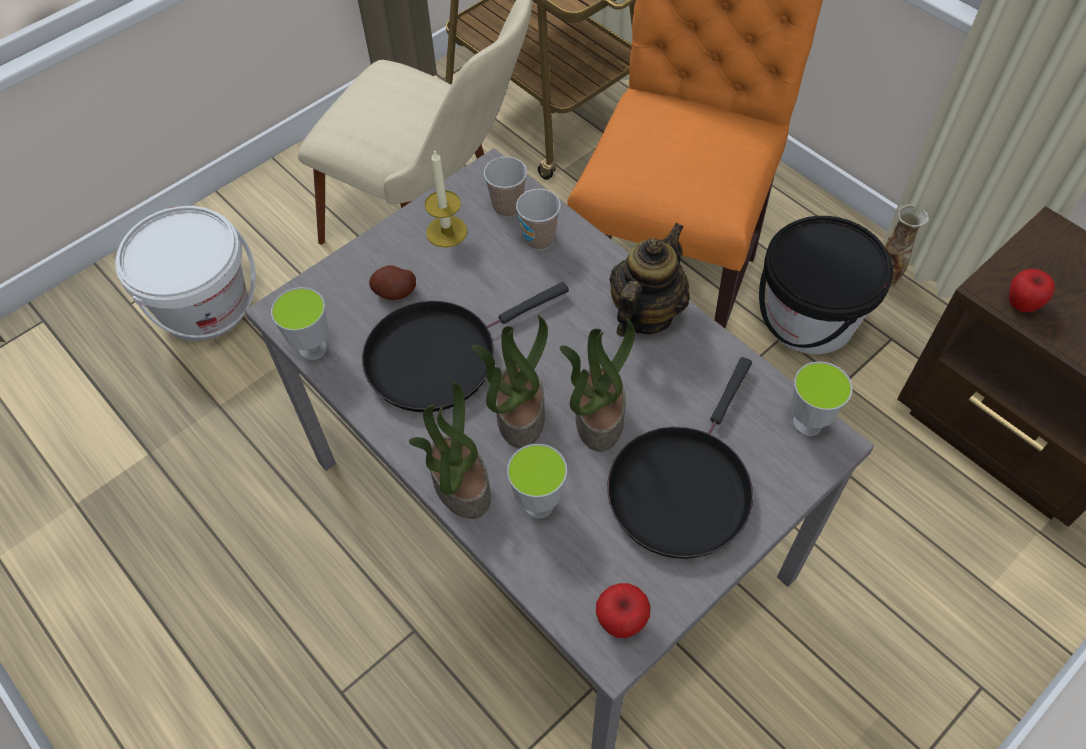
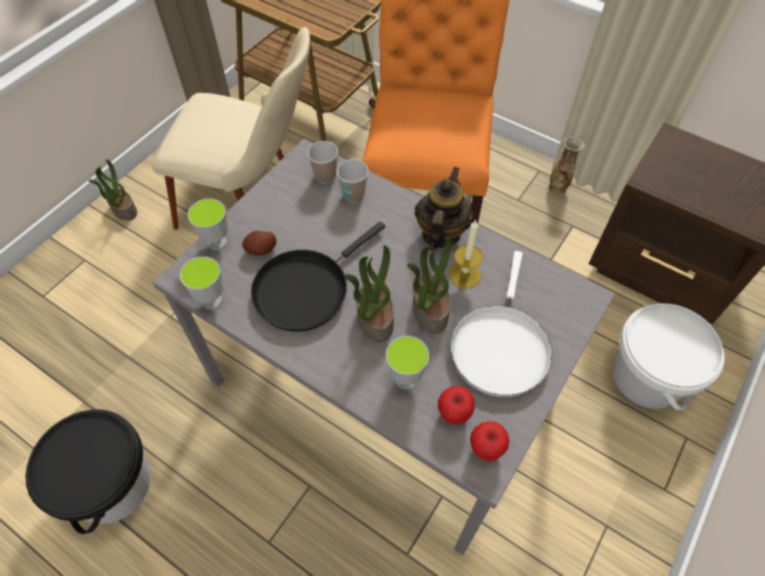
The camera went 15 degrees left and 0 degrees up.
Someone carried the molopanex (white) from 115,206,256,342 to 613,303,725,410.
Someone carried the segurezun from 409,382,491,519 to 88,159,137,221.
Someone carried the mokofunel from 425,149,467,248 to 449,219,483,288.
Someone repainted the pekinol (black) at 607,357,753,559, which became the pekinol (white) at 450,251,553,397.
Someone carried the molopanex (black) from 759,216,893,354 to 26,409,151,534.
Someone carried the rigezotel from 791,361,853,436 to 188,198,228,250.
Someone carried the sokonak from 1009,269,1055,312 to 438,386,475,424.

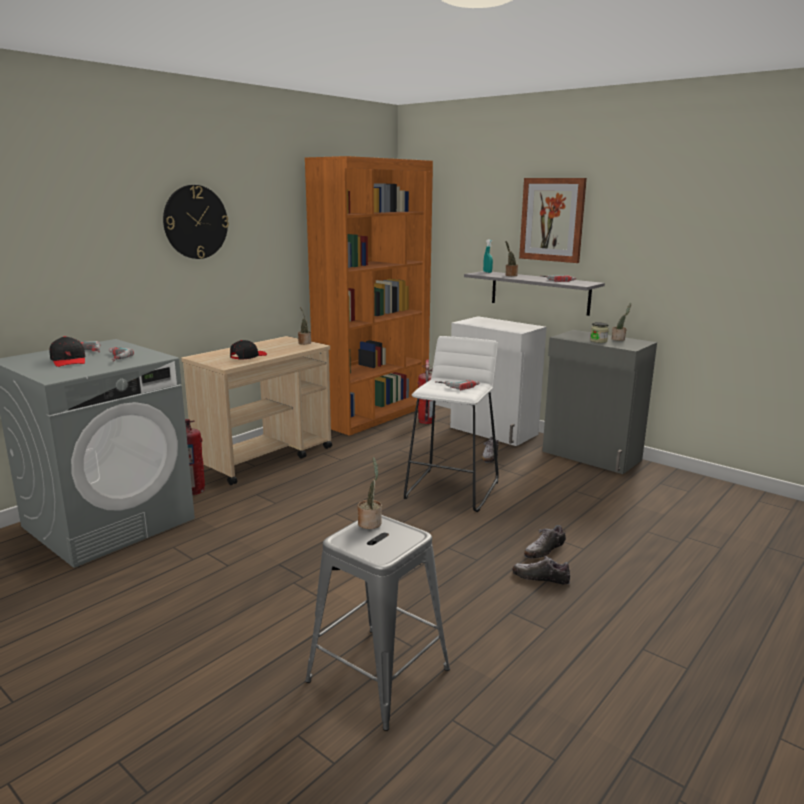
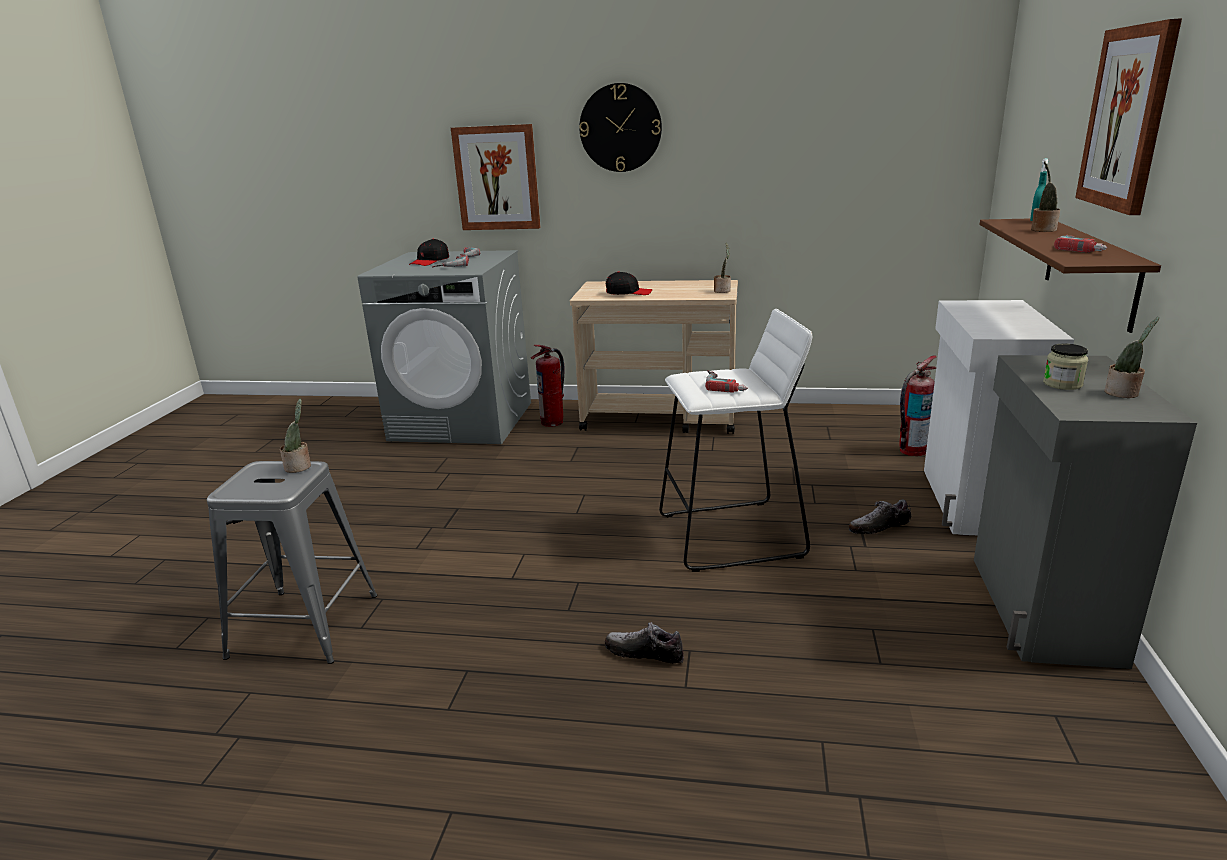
The camera went 60 degrees right and 5 degrees up.
Someone took away the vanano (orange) at 305,156,433,436.
Someone repainted the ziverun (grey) at 464,271,605,316, which became the ziverun (brown) at 980,218,1161,333.
Someone took away the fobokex at 513,556,570,584.
Someone put up the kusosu at 451,124,541,230.

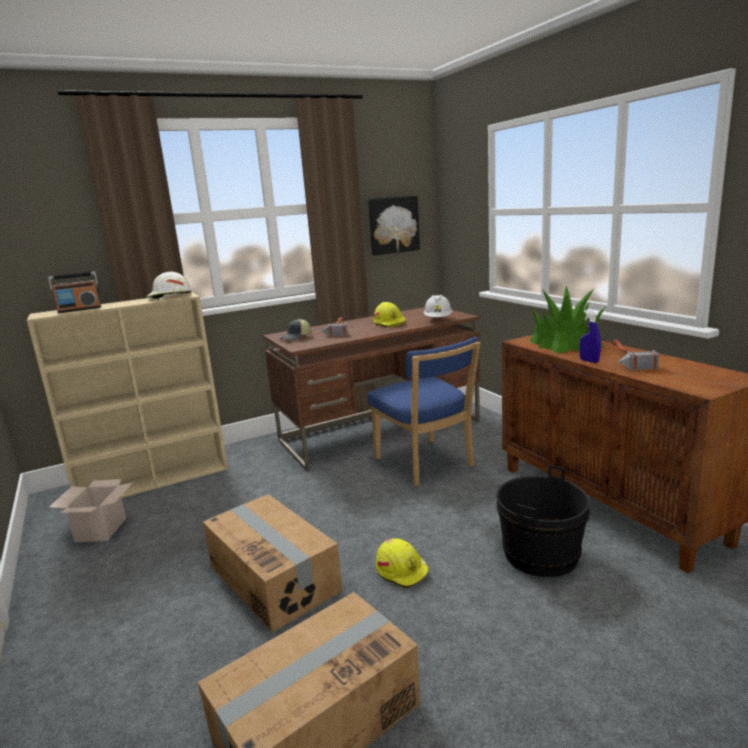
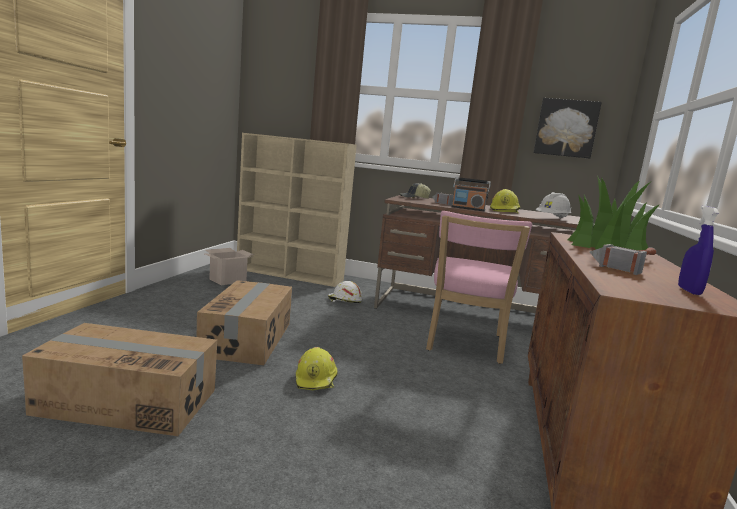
The camera went 40 degrees right and 5 degrees down.
Someone carried the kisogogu from 48,272,101,313 to 451,177,491,211.
Someone carried the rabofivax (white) from 146,272,191,300 to 328,281,362,303.
Someone repainted the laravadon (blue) at 368,337,480,486, which became the laravadon (pink) at 426,211,532,364.
Someone took away the molopanex (black) at 496,465,590,577.
Someone carried the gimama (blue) from 579,310,601,363 to 678,206,719,295.

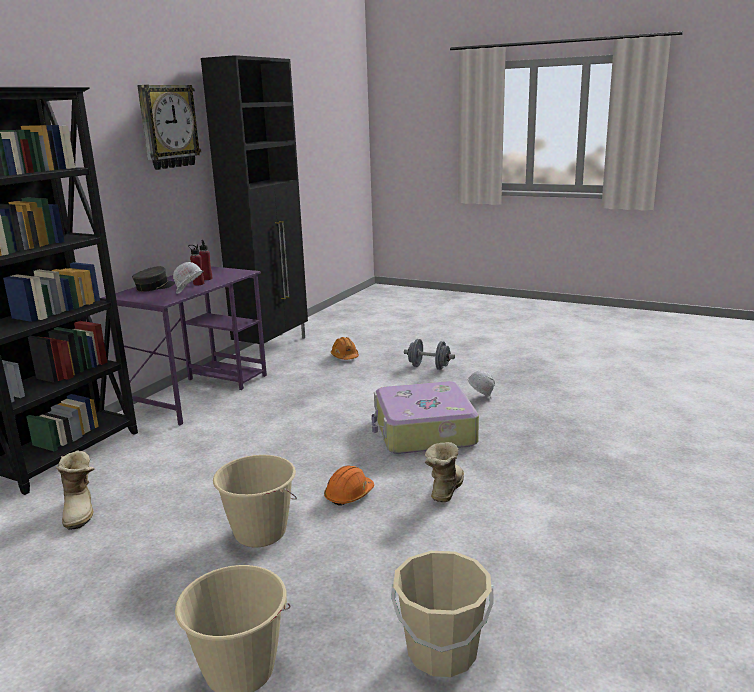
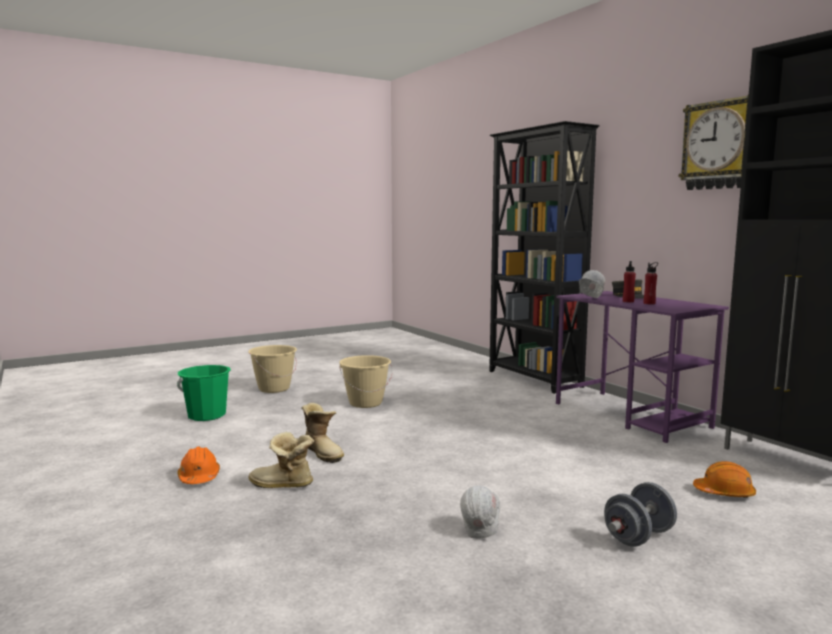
The camera went 120 degrees right and 10 degrees down.
Someone carried the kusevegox from 56,450,95,530 to 248,432,314,488.
Someone carried the rabofivax (orange) from 324,466,374,506 to 177,447,220,484.
Someone took away the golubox at 371,381,479,454.
Someone repainted the molopanex (beige) at 391,551,494,677, which became the molopanex (green) at 177,365,231,421.

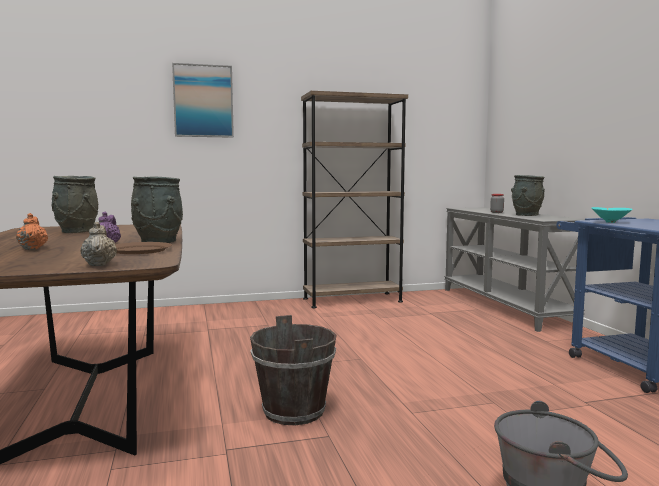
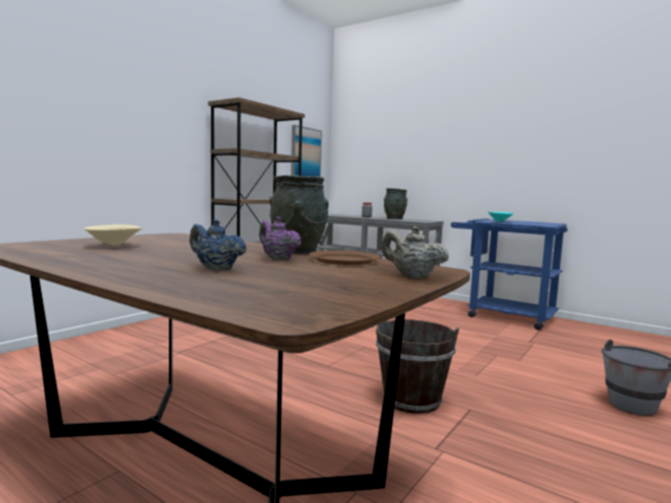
The camera went 40 degrees left and 0 degrees up.
Someone repainted the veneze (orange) at 16,213,48,250, which became the veneze (blue) at 190,219,247,271.
Someone swapped the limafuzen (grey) at 51,176,98,233 for the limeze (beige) at 84,225,143,247.
Someone carried the kusosu from 172,63,234,138 to 291,125,322,177.

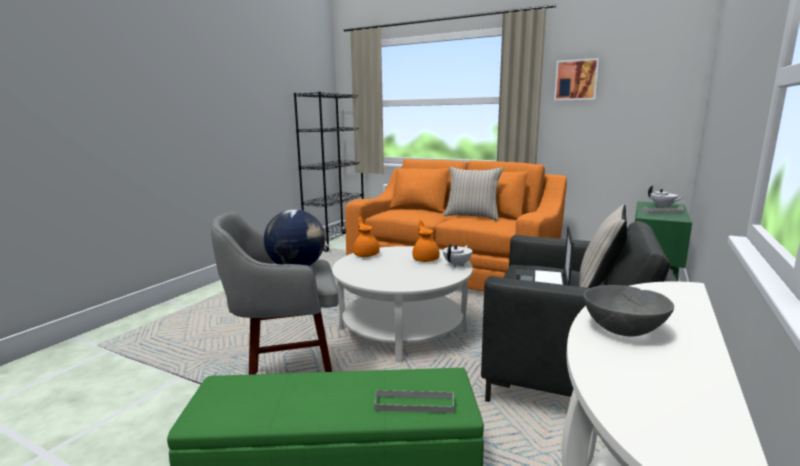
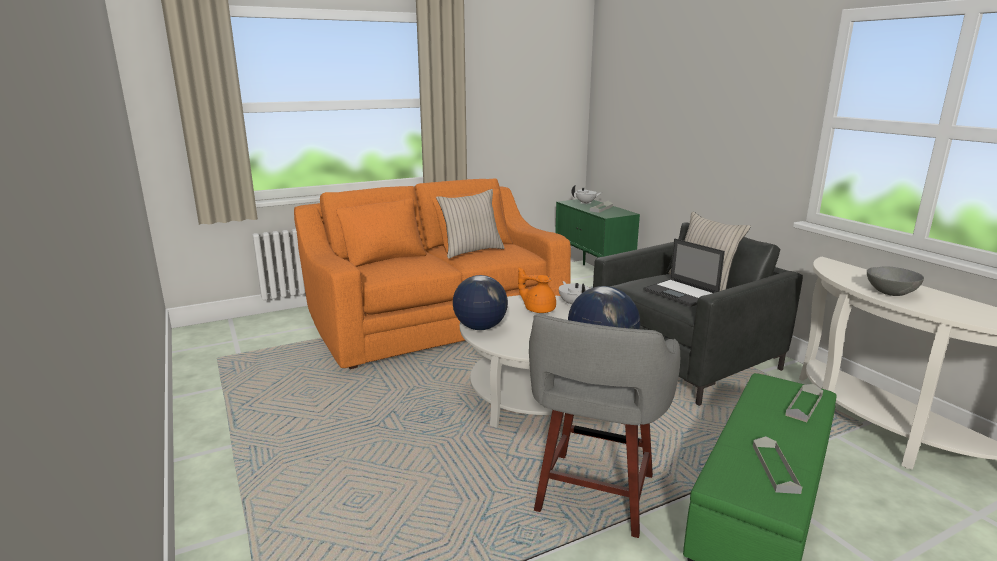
The camera went 55 degrees left and 5 degrees up.
Someone took away the vanano (black) at 294,92,364,252.
Someone swapped the veneze (orange) at 353,217,380,257 for the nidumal at 453,275,508,330.
Someone took away the kusosu at 554,58,599,101.
Someone put down the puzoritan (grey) at 753,436,802,494.

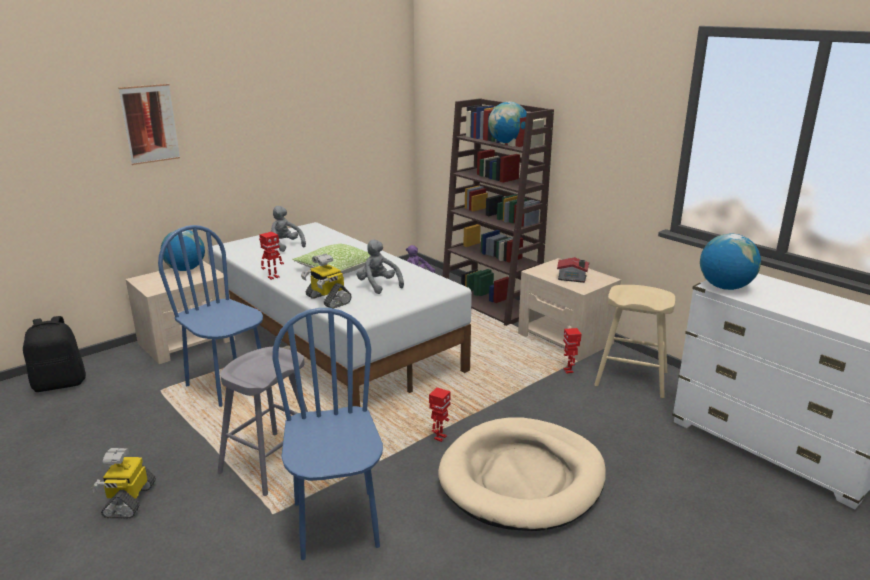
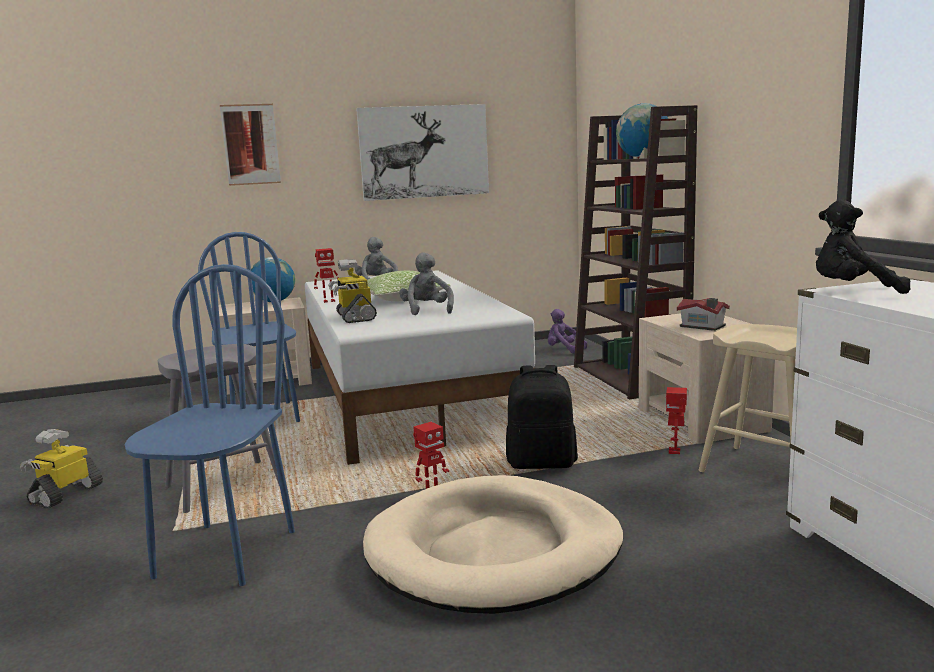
The camera went 25 degrees right and 10 degrees down.
Someone carried the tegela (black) from 23,316,86,392 to 506,365,578,469.
Someone swapped the nidumal at 700,234,761,290 for the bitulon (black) at 816,200,911,294.
Someone put up the kusosu at 356,104,489,201.

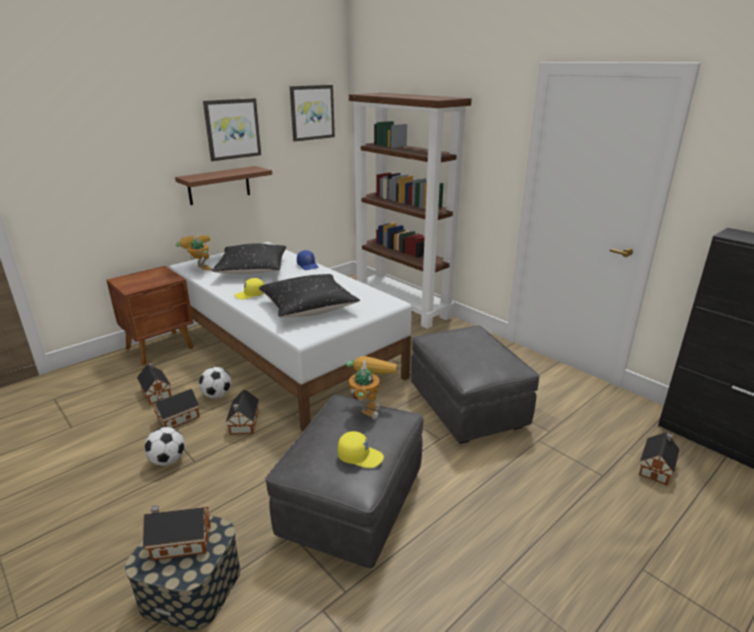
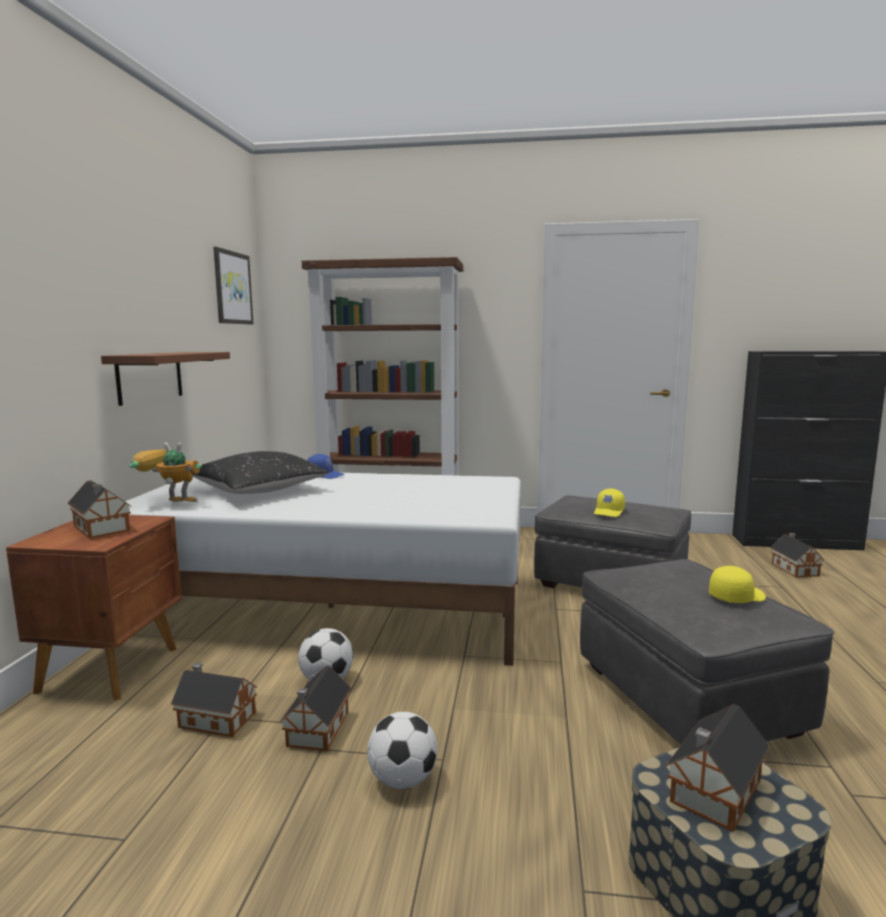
The camera went 40 degrees left and 15 degrees down.
Someone took away the kusosu at 203,98,261,161.
Someone carried the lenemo from 225,390,259,434 to 68,480,132,539.
Someone carried the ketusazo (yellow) from 234,278,264,300 to 594,488,625,517.
Someone took away the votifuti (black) at 259,274,360,317.
Someone took away the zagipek at 346,356,398,420.

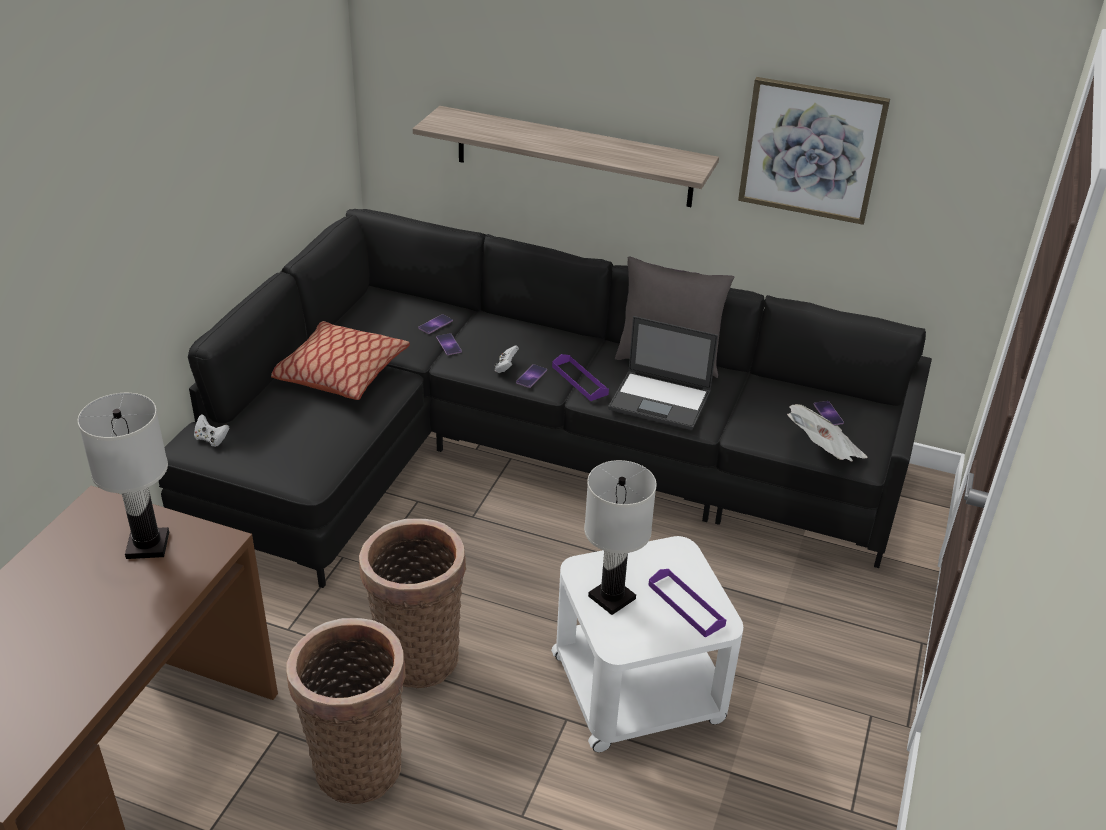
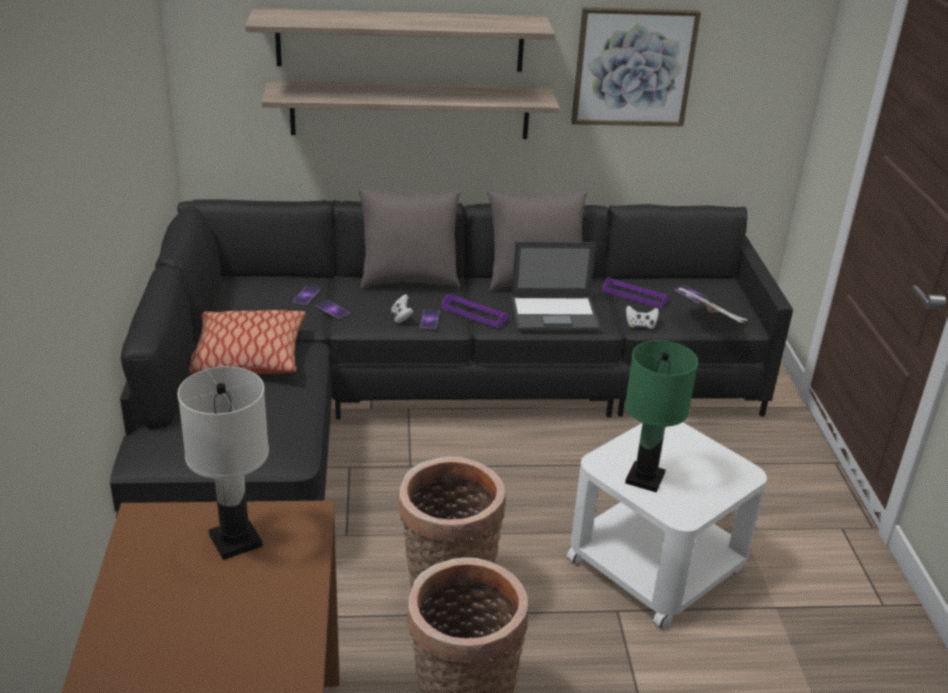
The camera went 25 degrees left and 5 degrees down.
Someone carried the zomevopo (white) from 194,414,229,447 to 626,305,659,329.
Someone repainted the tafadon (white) at 584,460,657,615, which became the tafadon (green) at 625,340,698,493.
Someone carried the puzoritan (purple) from 648,569,726,638 to 602,278,669,308.
Someone put up the ziverun at 245,8,555,72.
Someone put down the votifuti (grey) at 358,188,461,288.

